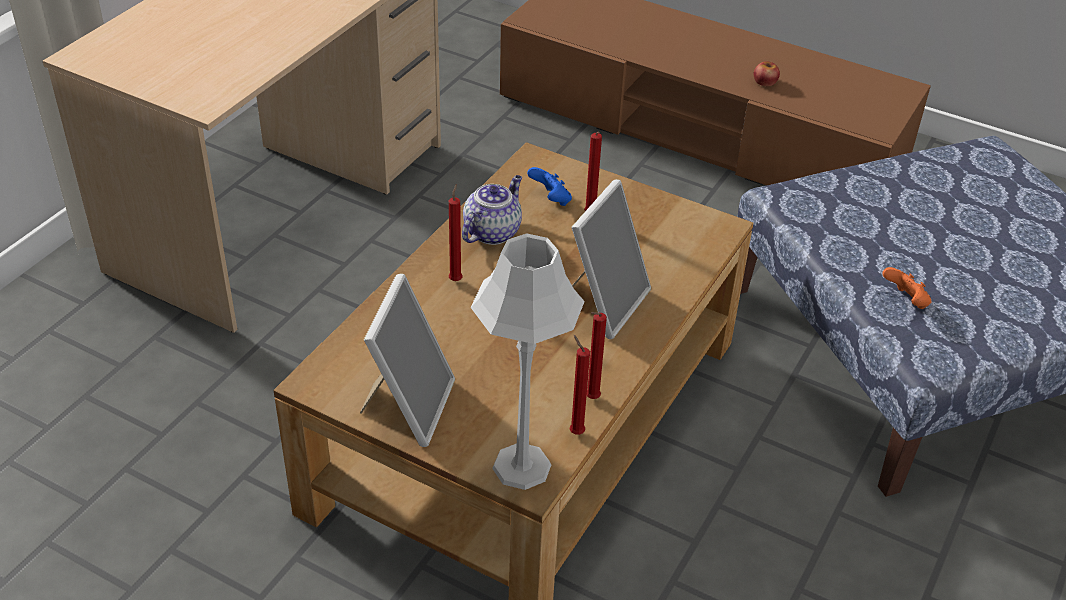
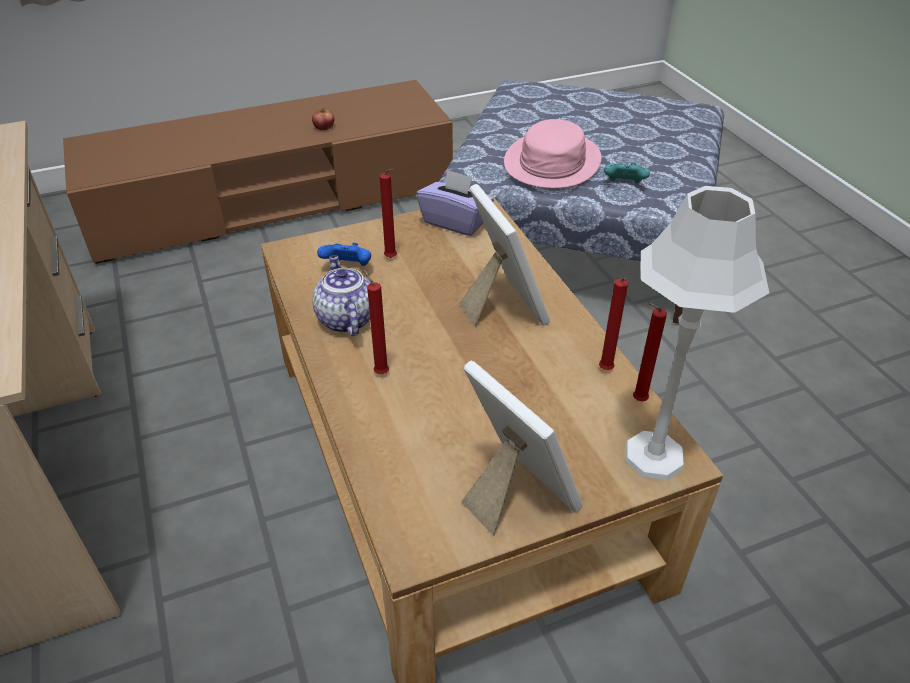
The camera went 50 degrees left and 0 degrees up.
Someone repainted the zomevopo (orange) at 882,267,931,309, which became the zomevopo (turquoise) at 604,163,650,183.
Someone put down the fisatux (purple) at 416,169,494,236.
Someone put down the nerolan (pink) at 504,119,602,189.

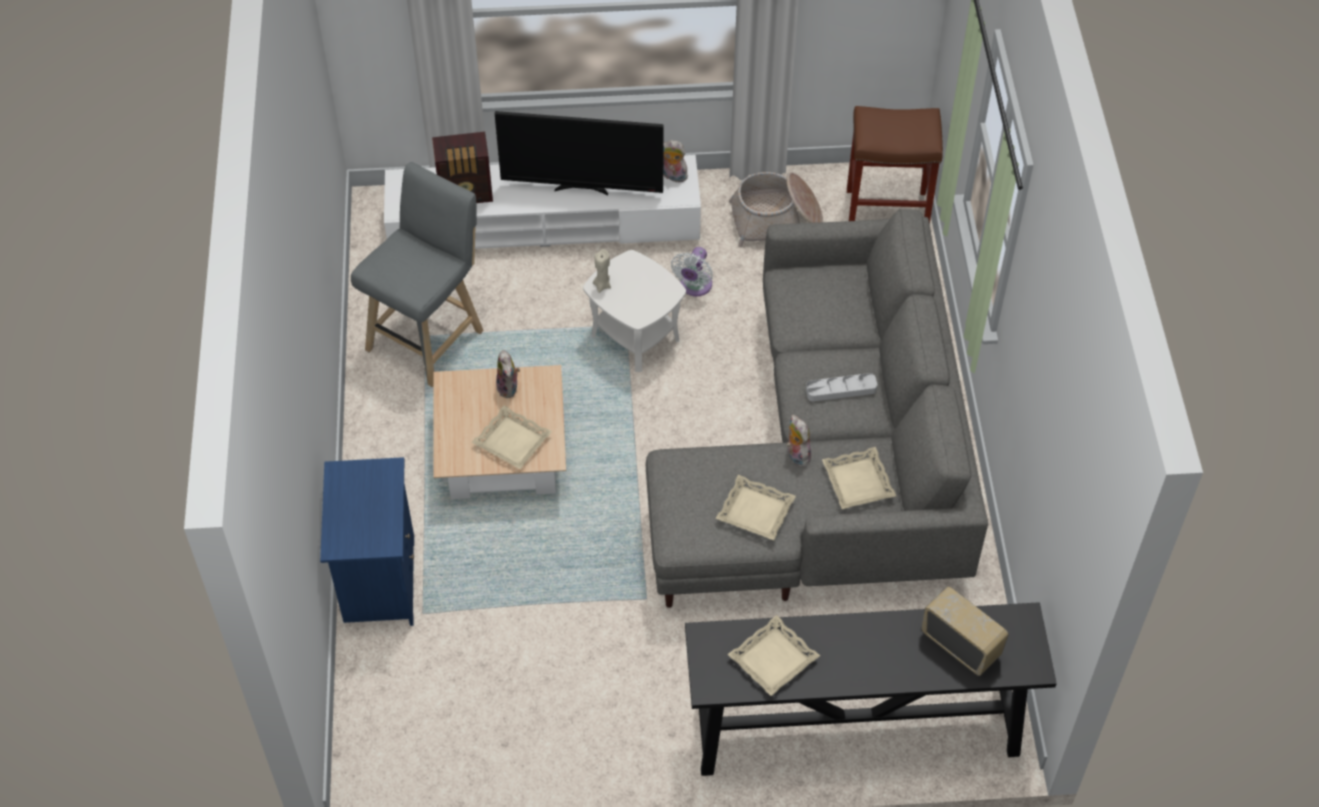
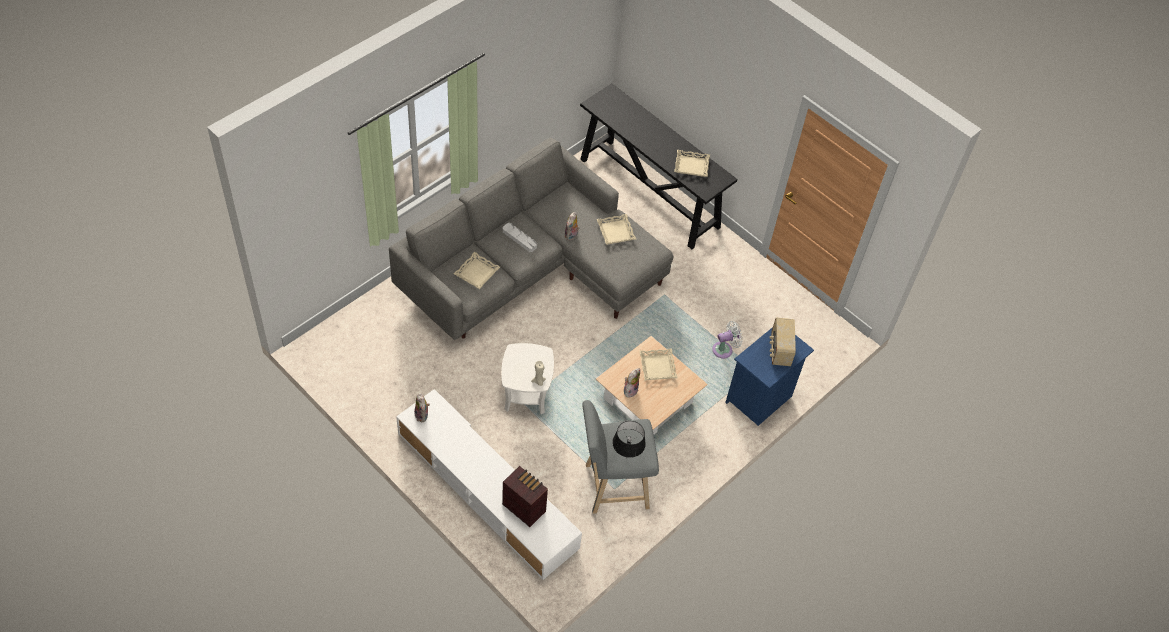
The camera went 135 degrees left and 0 degrees up.
Someone took away the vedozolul at 495,111,663,196.
Someone carried the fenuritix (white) from 671,247,713,296 to 712,321,743,358.
Someone took away the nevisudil at 729,172,823,247.
Someone carried the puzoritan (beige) from 822,447,896,509 to 453,252,500,289.
Someone took away the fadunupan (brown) at 847,106,943,224.
Someone carried the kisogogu from 922,587,1008,676 to 770,318,796,366.
Someone put down the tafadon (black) at 612,421,646,458.

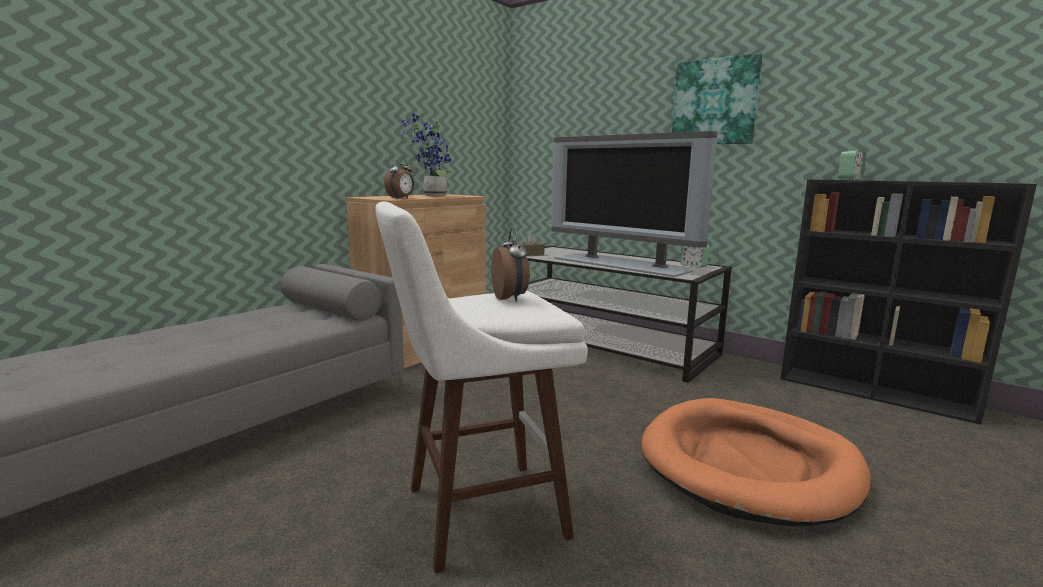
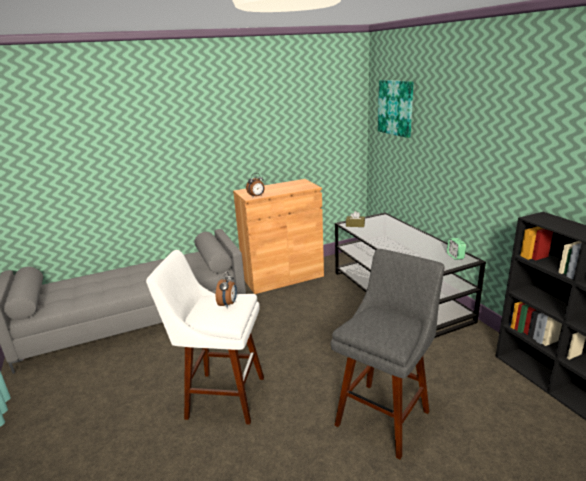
The camera went 30 degrees right and 10 degrees up.
Someone took away the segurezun at 398,113,456,196.
Someone took away the vedozolul at 551,131,717,277.
Someone swapped the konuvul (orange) at 642,398,871,526 for the fadunupan (grey) at 331,249,444,460.
Someone carried the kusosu from 672,53,763,144 to 378,80,414,138.
Someone took away the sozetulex at 839,151,866,180.

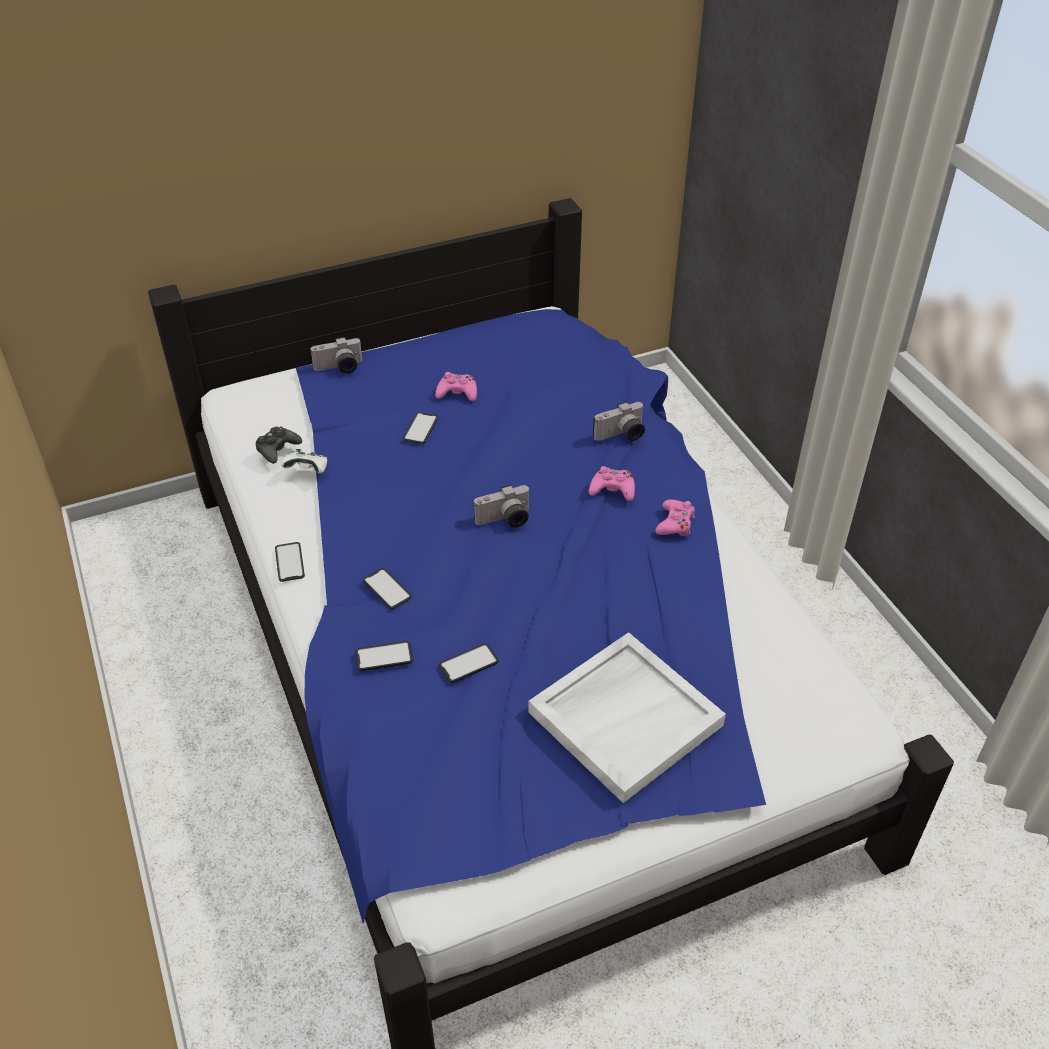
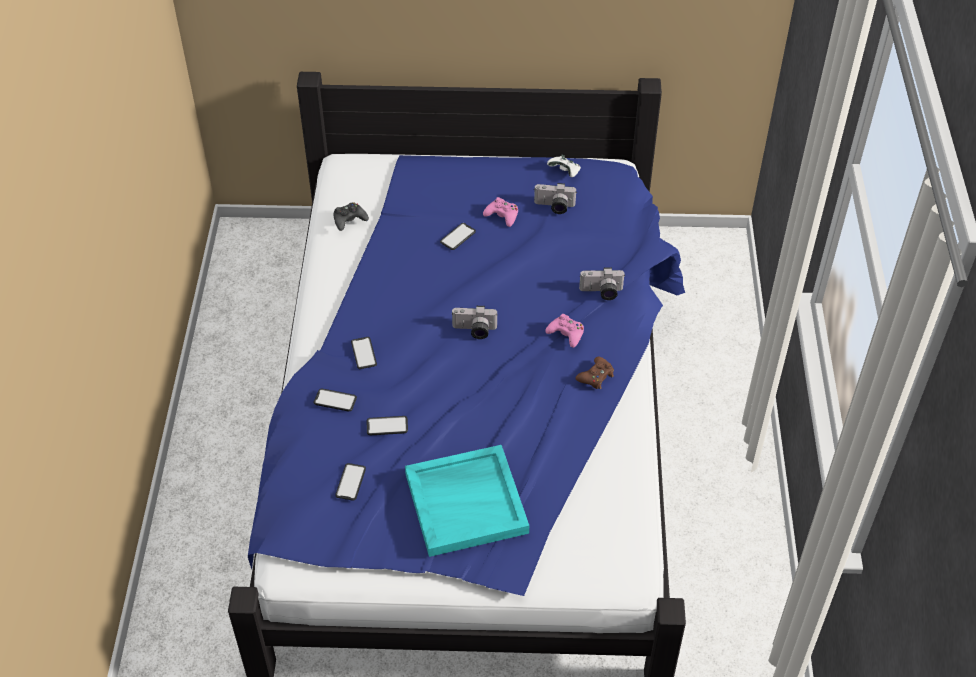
The camera went 25 degrees right and 5 degrees up.
Someone carried the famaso from 275,542,305,582 to 335,463,366,501.
Someone carried the zomevopo (white) from 281,449,327,474 to 547,155,581,177.
Someone carried the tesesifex from 310,337,363,374 to 534,183,576,214.
Someone repainted the puzoritan (white) at 528,632,726,803, which became the puzoritan (turquoise) at 405,445,529,557.
Someone repainted the zomevopo (pink) at 655,500,695,536, which became the zomevopo (brown) at 576,356,614,389.

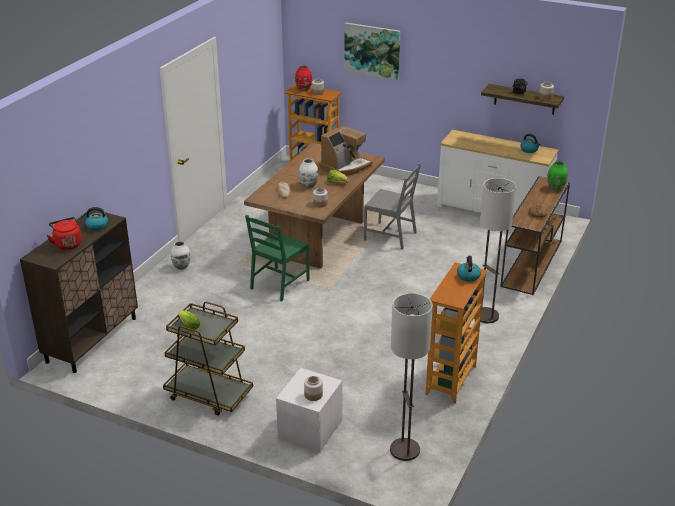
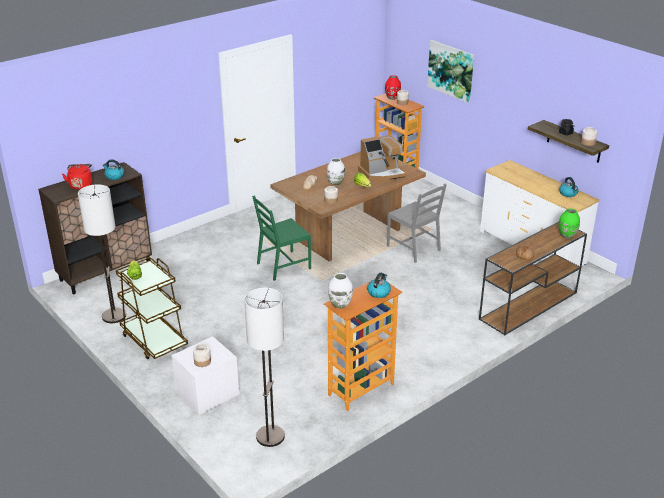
The camera went 25 degrees right and 0 degrees up.
Someone carried the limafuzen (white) from 171,241,191,270 to 328,273,353,309.
Someone carried the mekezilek from 480,178,516,323 to 78,184,126,323.

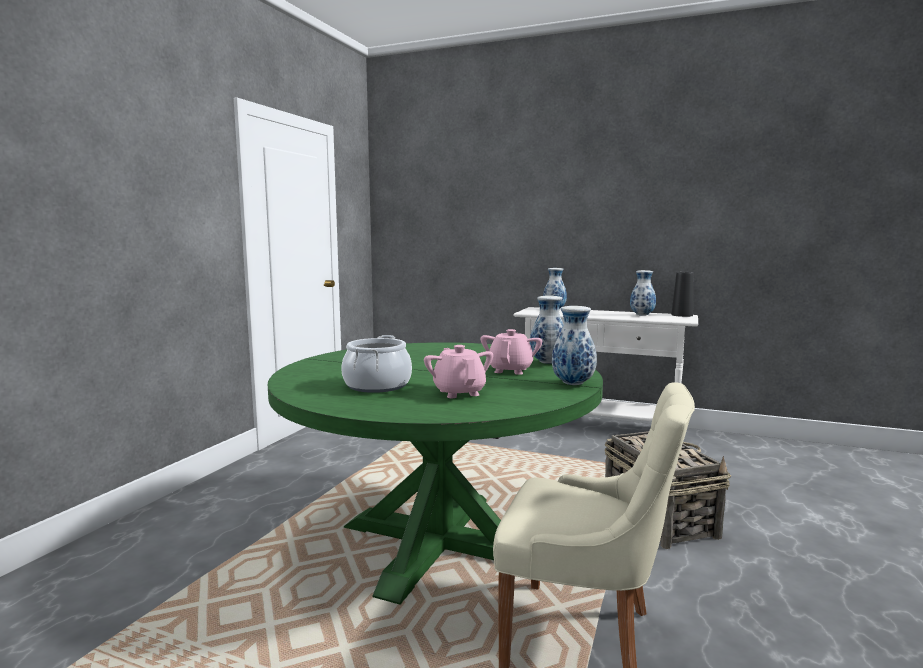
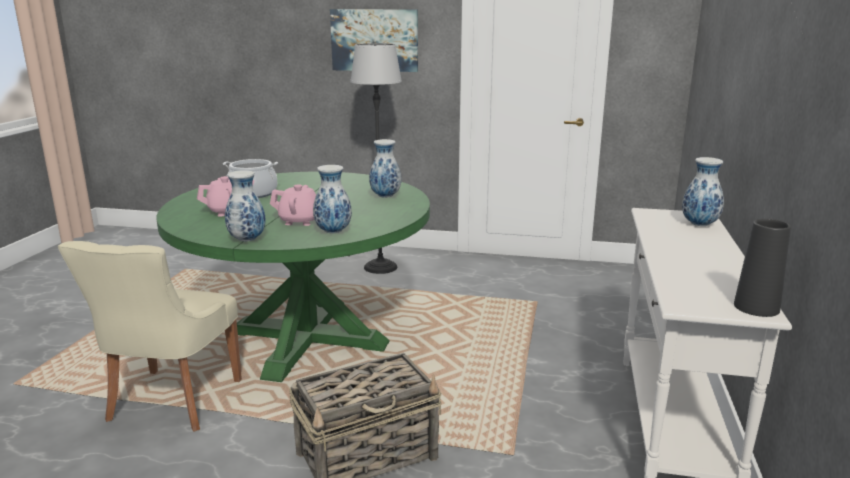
The camera went 80 degrees right and 10 degrees up.
Someone carried the limafuzen from 630,270,656,316 to 369,139,401,198.
Someone put up the kusosu at 330,9,418,72.
Someone put down the mekezilek at 350,43,402,274.

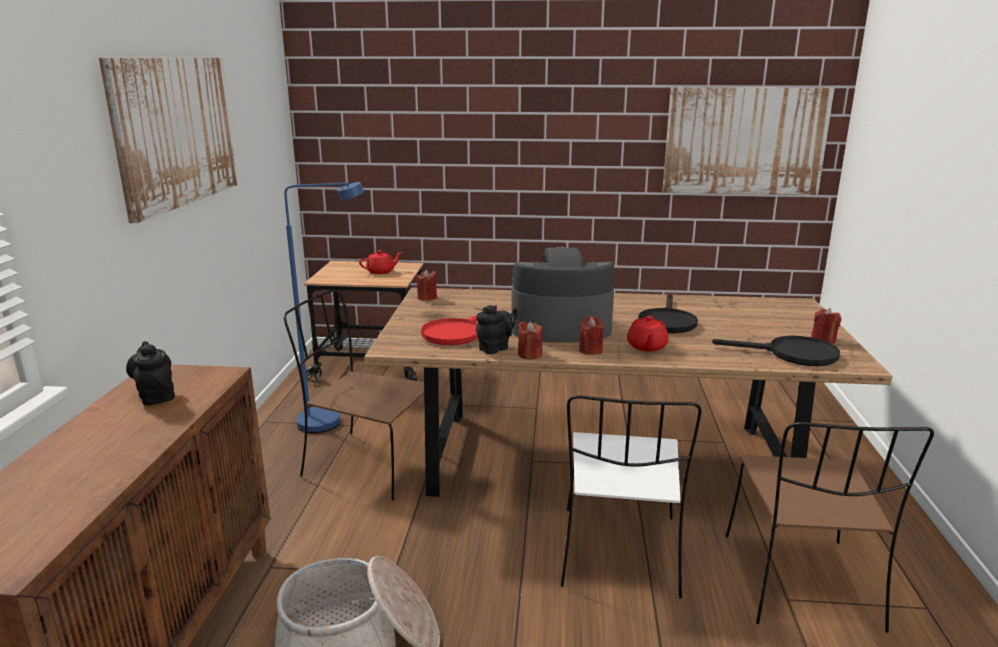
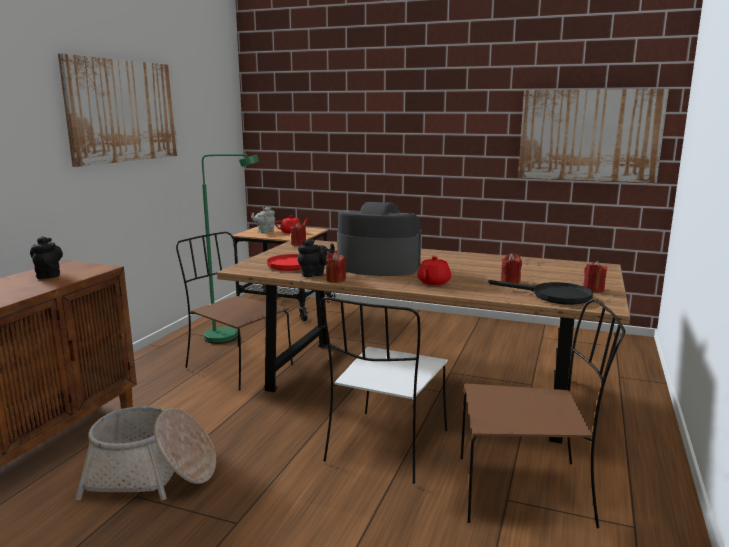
The camera went 15 degrees right and 5 degrees down.
Someone repainted the mekezilek (blue) at 284,182,364,433, which became the mekezilek (green) at 202,154,259,344.
Someone carried the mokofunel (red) from 579,316,604,355 to 501,253,522,284.
Someone took away the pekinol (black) at 638,294,698,333.
Someone rotated the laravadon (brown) at 726,422,934,633 by 105 degrees counterclockwise.
Someone put down the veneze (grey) at 251,207,275,233.

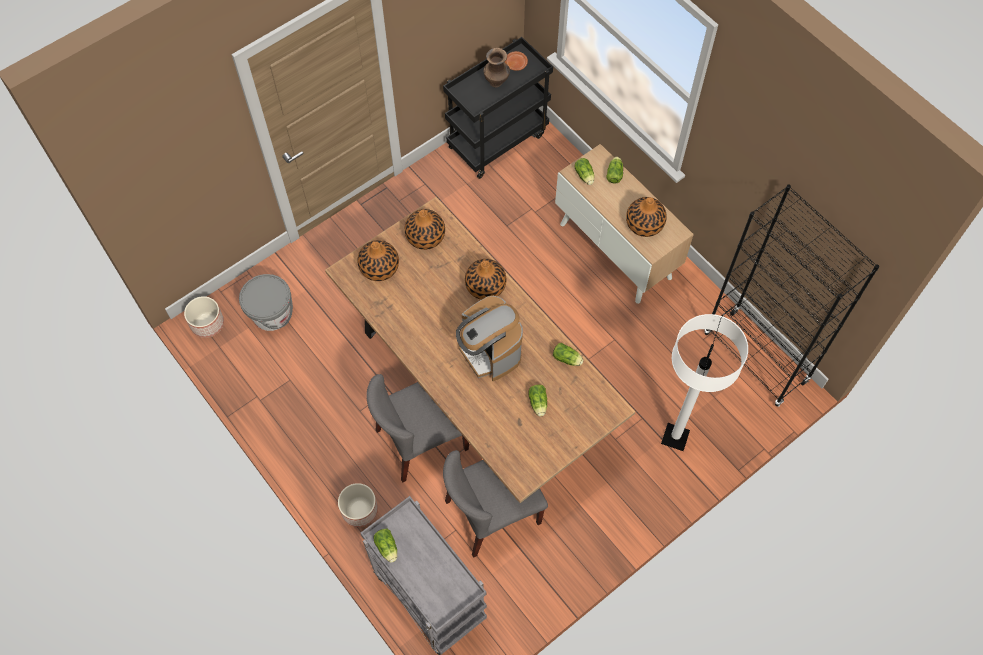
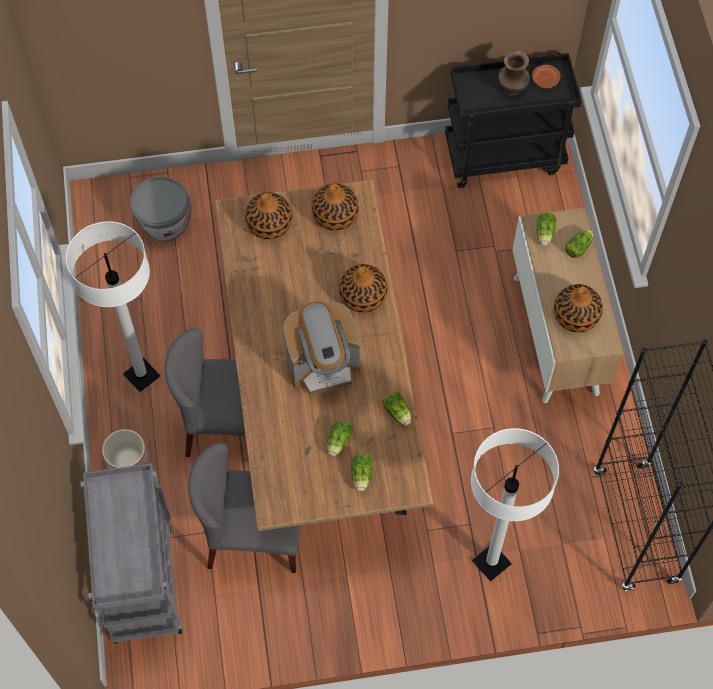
The camera went 30 degrees right and 0 degrees up.
Someone took away the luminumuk at 184,296,224,338.
Someone carried the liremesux from 373,529,397,563 to 352,454,373,492.
Someone rotated the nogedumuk at 456,296,523,381 by 105 degrees counterclockwise.
Someone put down the mekezilek (white) at 66,221,160,392.

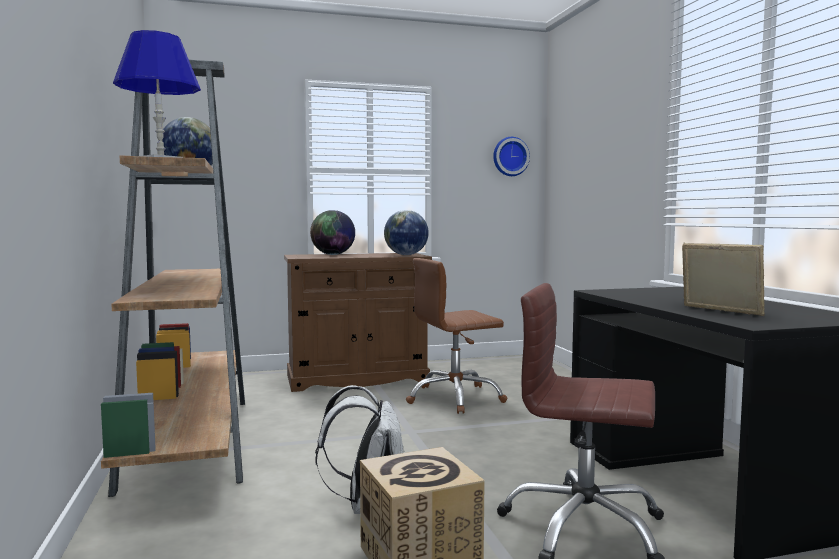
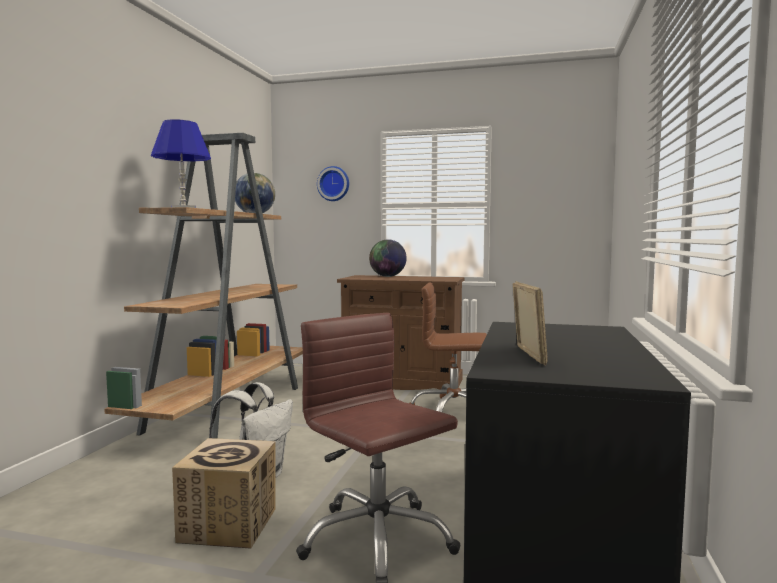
The camera went 30 degrees right and 0 degrees up.
Someone took away the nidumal at 384,210,429,255.
Someone carried the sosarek from 493,137,530,176 to 317,166,349,201.

